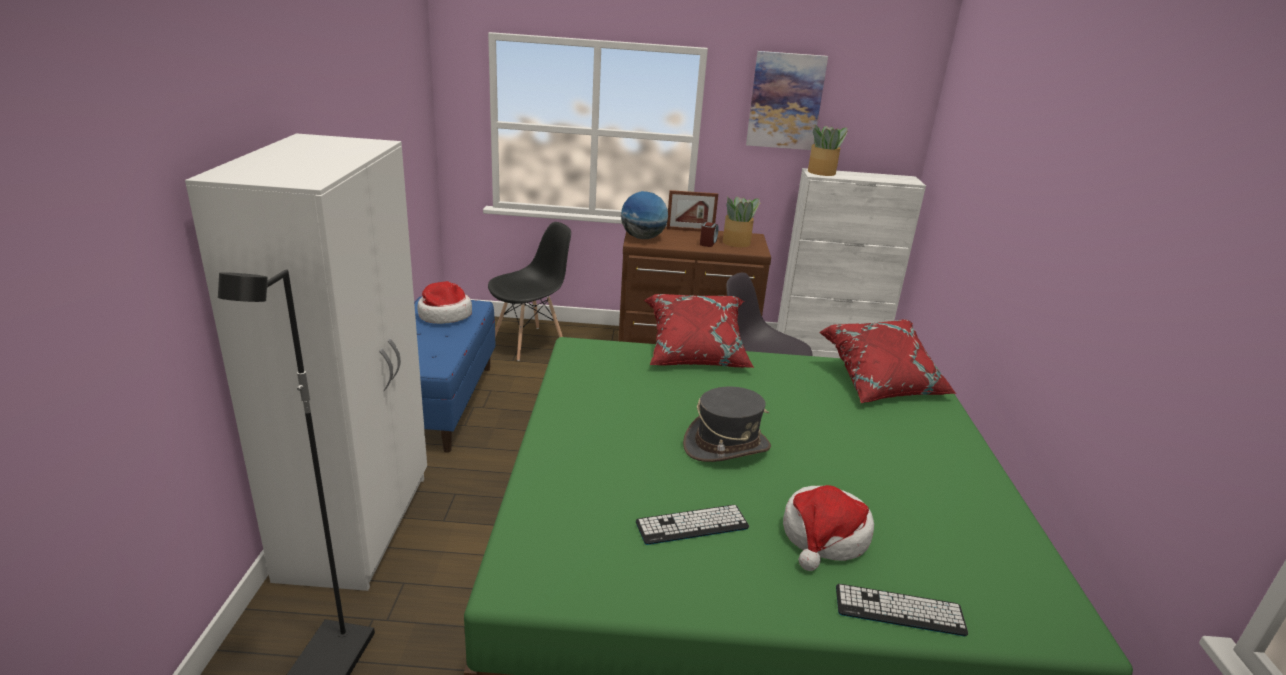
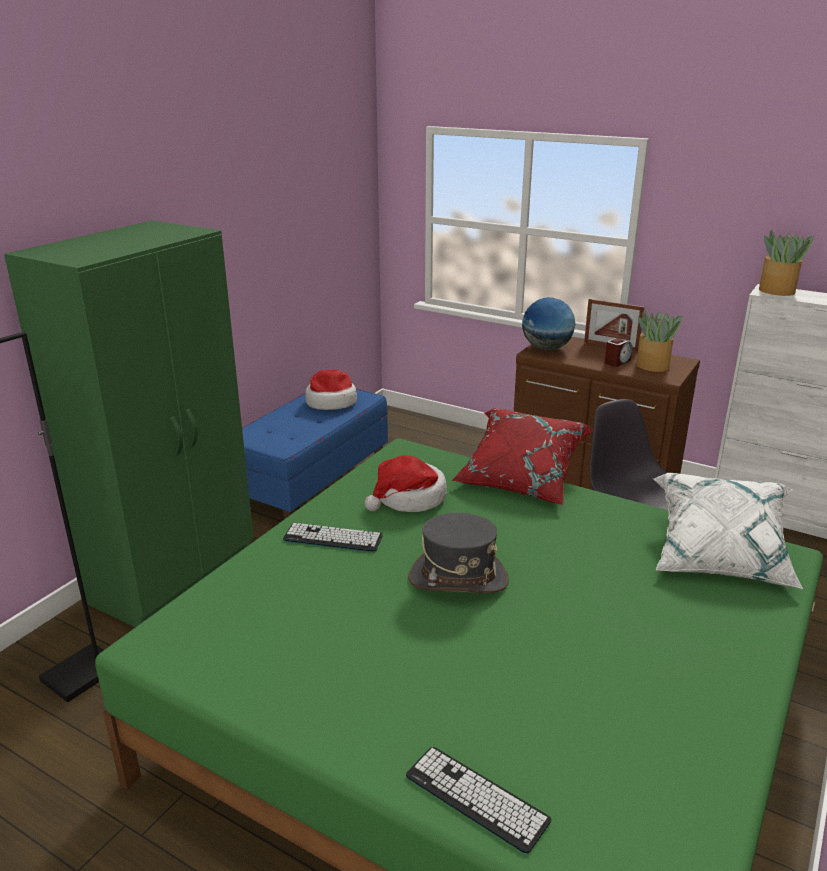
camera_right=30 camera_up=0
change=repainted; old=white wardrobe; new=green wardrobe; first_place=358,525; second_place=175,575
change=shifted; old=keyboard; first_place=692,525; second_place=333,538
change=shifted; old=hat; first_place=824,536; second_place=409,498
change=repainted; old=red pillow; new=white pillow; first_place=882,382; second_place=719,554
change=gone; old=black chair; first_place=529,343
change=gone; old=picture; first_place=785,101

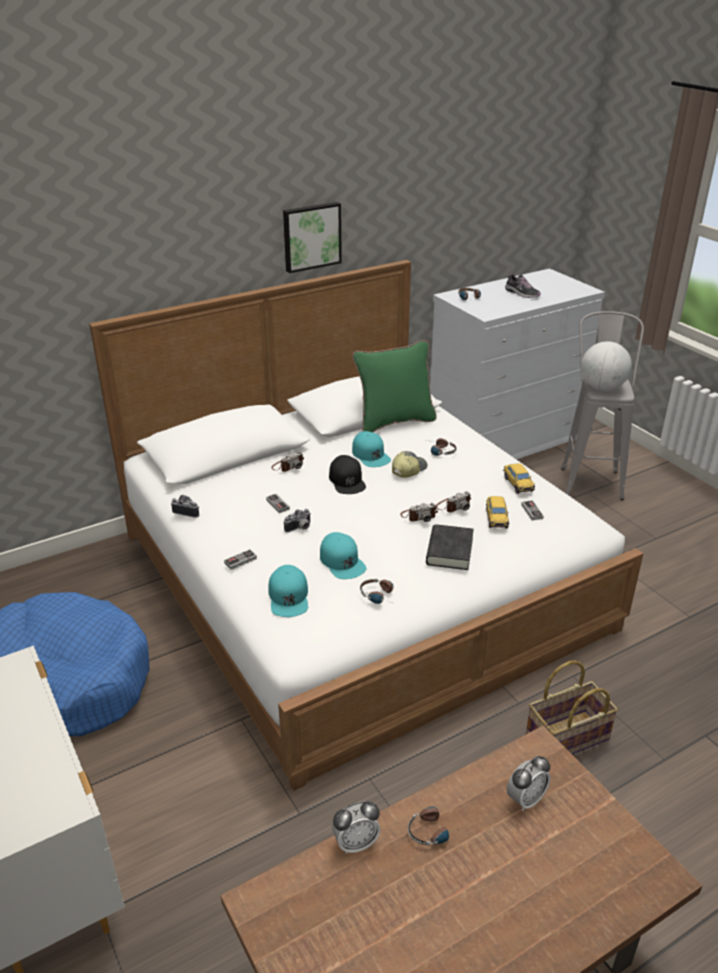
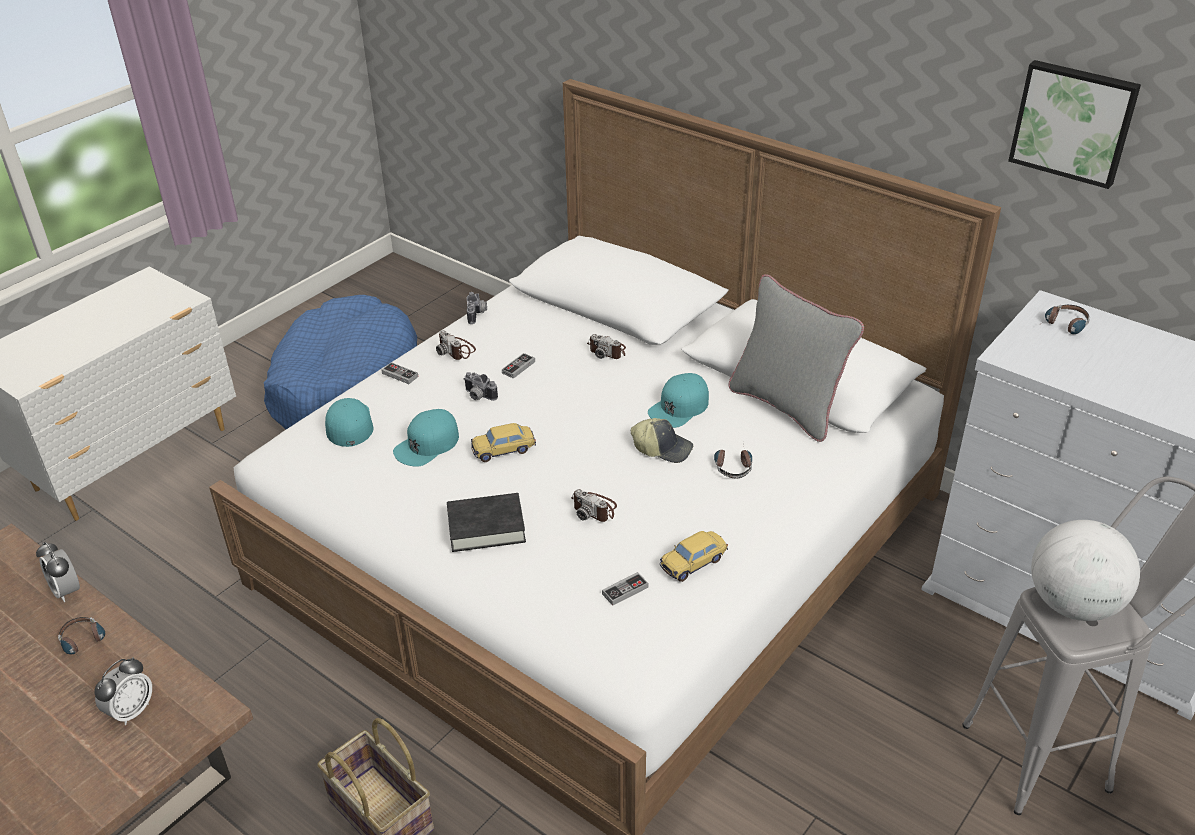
camera_right=70 camera_up=5
change=rotated; old=alarm clock; first_place=525,799; second_place=131,711; degrees=-90
change=rotated; old=turquoise cap; first_place=289,596; second_place=349,424; degrees=105
change=shifted; old=photo camera; first_place=419,516; second_place=457,350
change=shifted; old=toy car; first_place=496,518; second_place=504,450
change=repainted; old=green pillow; new=grey pillow; first_place=394,421; second_place=787,406
change=shifted; old=picture; first_place=311,236; second_place=1074,122
change=gone; old=black cap; first_place=347,480
change=gone; old=headphones; first_place=381,596
change=gone; old=shoe; first_place=522,293

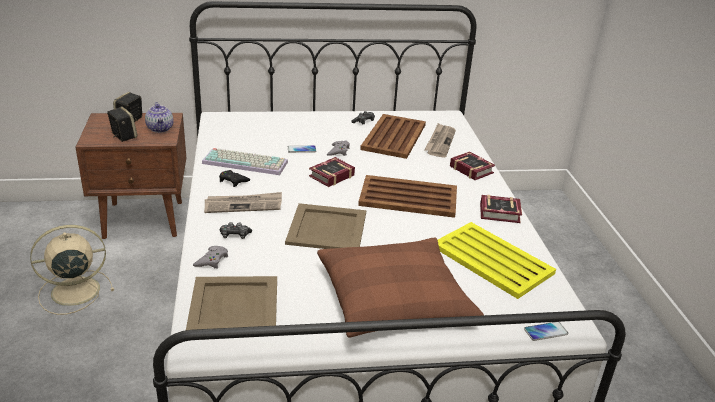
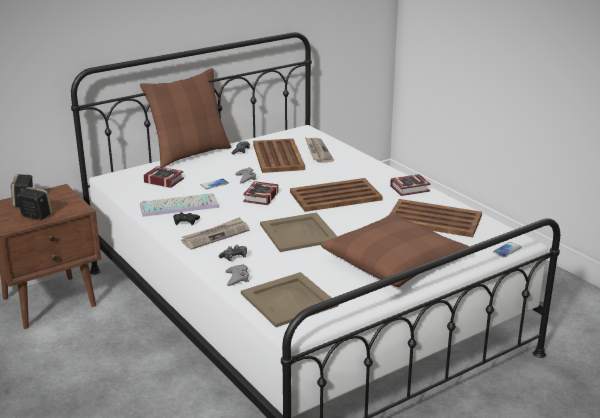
camera_right=-25 camera_up=-5
change=new; new=brown pillow; second_place=190,154
change=shifted; old=book; first_place=471,168; second_place=163,180
change=repainted; old=yellow tray; new=brown tray; first_place=493,260; second_place=435,219
change=gone; old=beige fan; first_place=73,291
change=gone; old=teapot; first_place=160,129

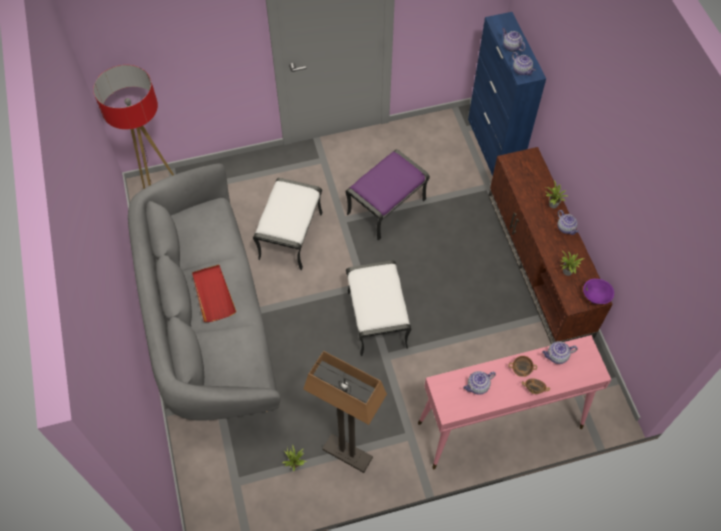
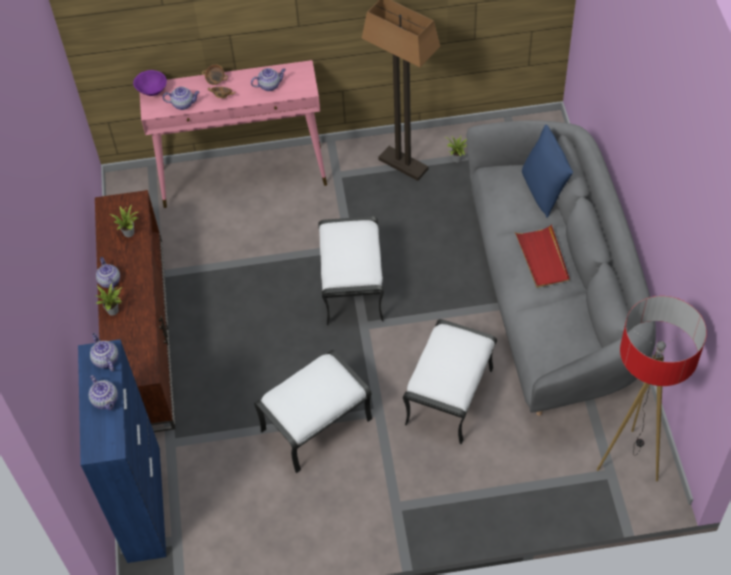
camera_right=-170 camera_up=-5
change=shifted; old=purple bowl; first_place=596,297; second_place=152,91
change=repainted; old=purple ottoman; new=white ottoman; first_place=386,206; second_place=316,426
change=new; new=blue pillow; second_place=543,191

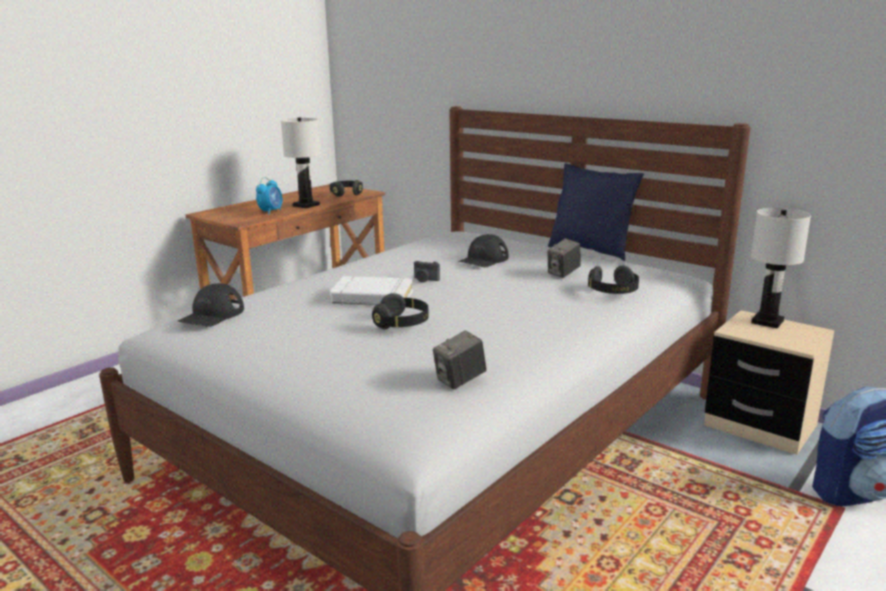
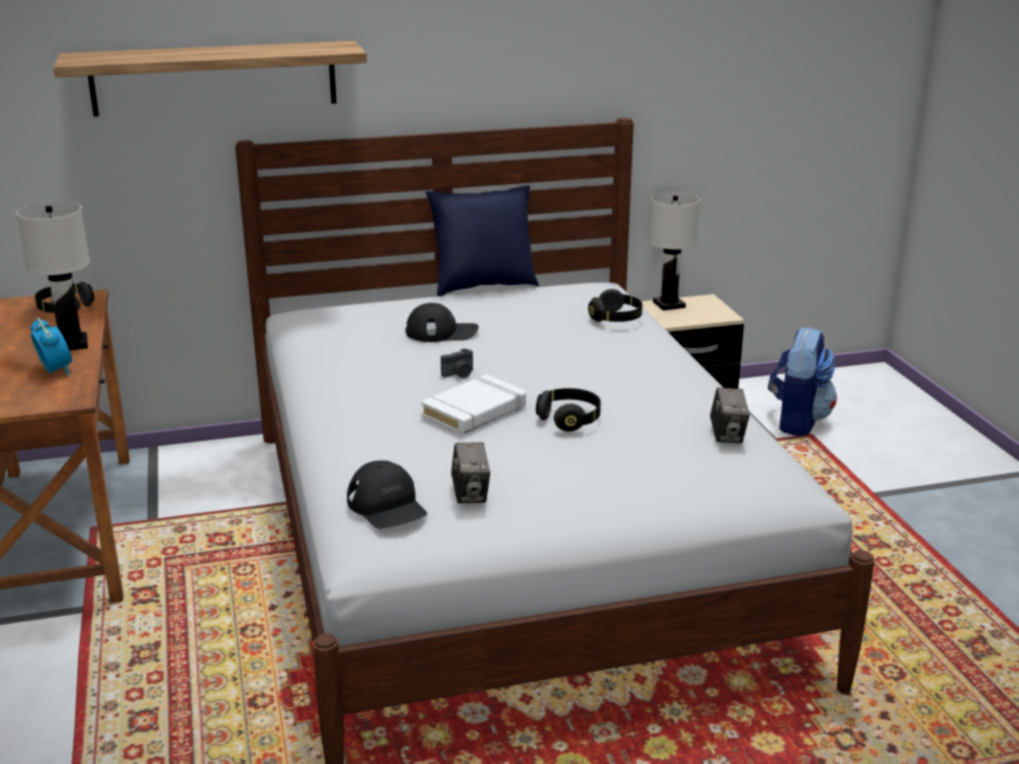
camera_right=-55 camera_up=5
change=new; new=shelf; second_place=214,78
change=rotated; old=black cap; first_place=483,259; second_place=442,332; degrees=-75
change=shifted; old=photo camera; first_place=563,273; second_place=470,494

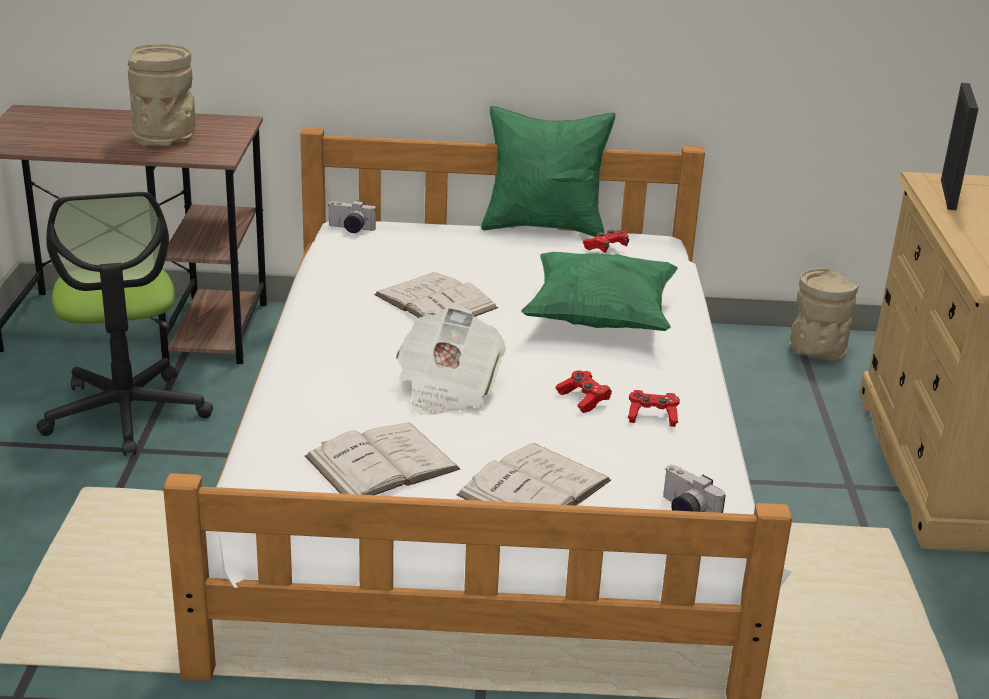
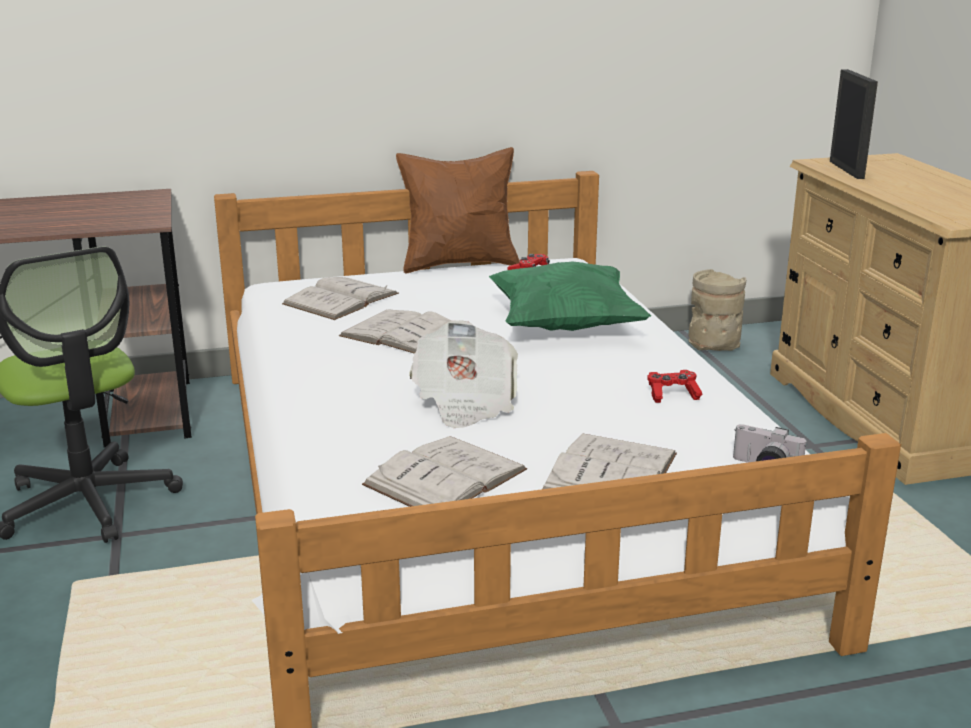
camera_right=-15 camera_up=-5
change=new; new=white book; second_place=341,299
change=repainted; old=green pillow; new=brown pillow; first_place=544,227; second_place=459,264
change=gone; old=beige vase; first_place=166,138
change=gone; old=photo camera; first_place=350,229
change=gone; old=red game controller; first_place=583,399

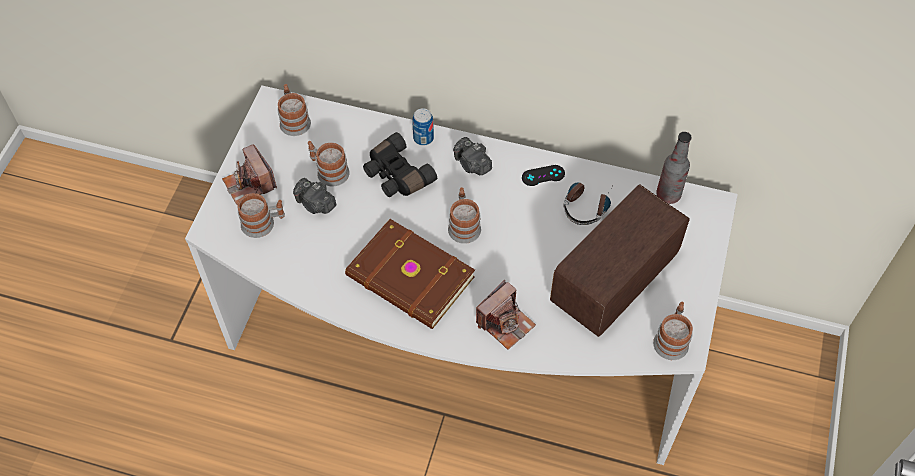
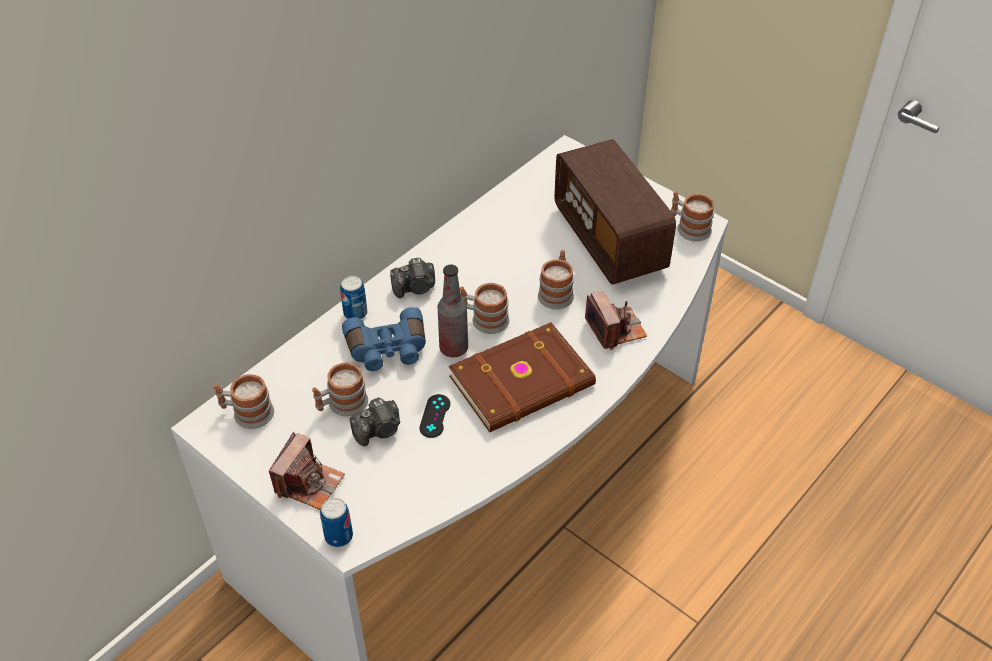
camera_right=-65 camera_up=-10
change=rotated; old=photo camera; first_place=249,184; second_place=309,483; degrees=-60
change=new; new=can; second_place=339,536
change=repainted; old=black binoculars; new=blue binoculars; first_place=396,175; second_place=387,350
change=shifted; old=black game controller; first_place=543,175; second_place=435,416
change=shifted; old=bottle; first_place=668,195; second_place=453,348
change=shifted; old=mug; first_place=263,223; second_place=557,292
change=gone; old=headphones; first_place=587,204

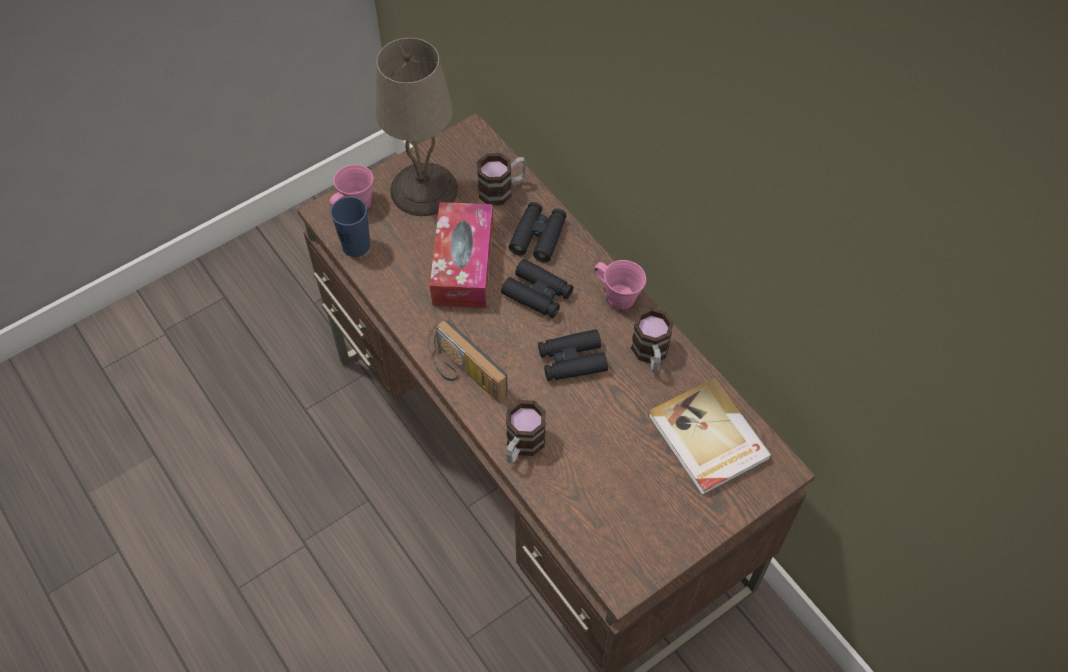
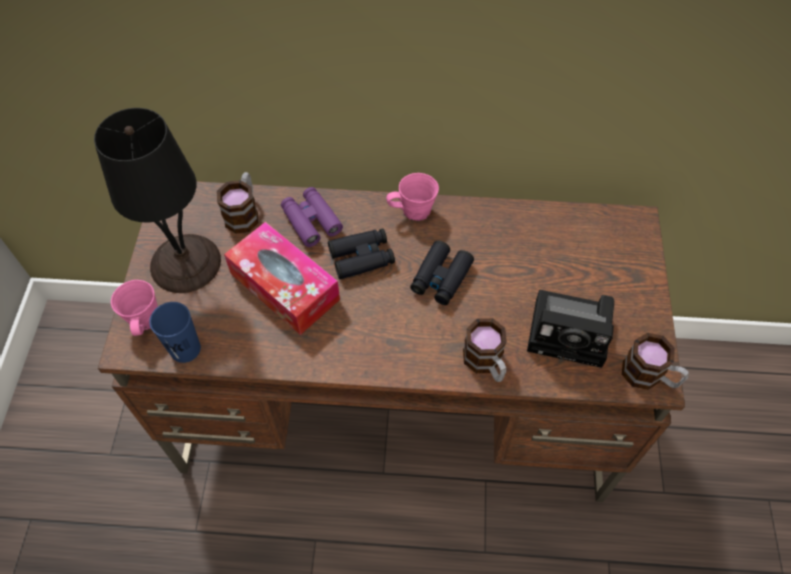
camera_right=-50 camera_up=0
change=repainted; old=beige table lamp; new=black table lamp; first_place=425,189; second_place=186,262
change=repainted; old=black binoculars; new=purple binoculars; first_place=538,236; second_place=311,221
change=new; new=photo camera; second_place=572,333
change=shifted; old=mug; first_place=651,354; second_place=649,376
change=gone; old=radio; first_place=463,374
change=gone; old=book; first_place=707,439

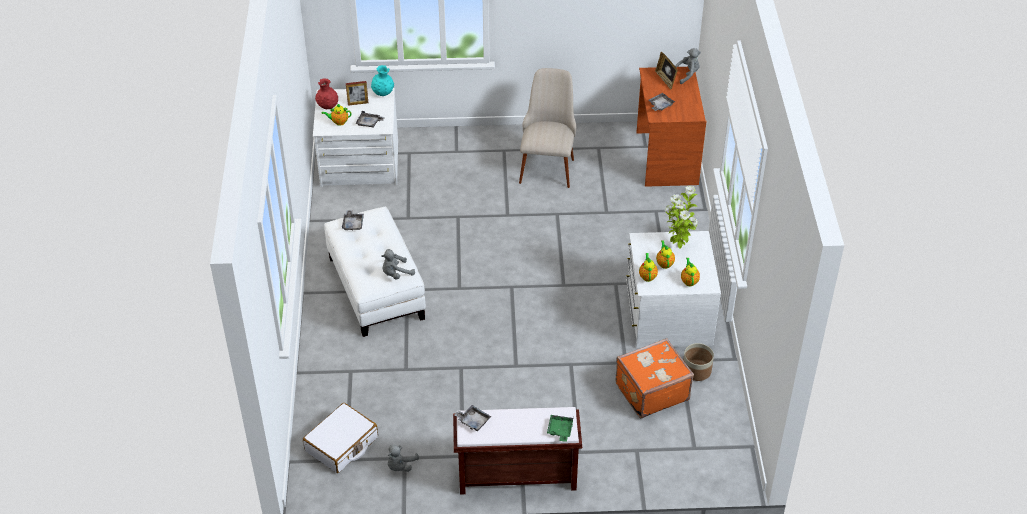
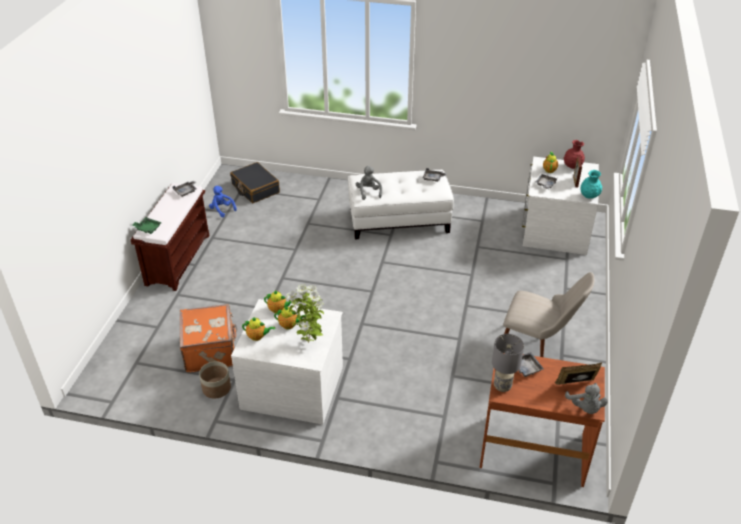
camera_right=105 camera_up=-5
change=repainted; old=grey plush toy; new=blue plush toy; first_place=400,465; second_place=222,210
change=repainted; old=white suitcase; new=black suitcase; first_place=342,444; second_place=255,188
change=new; new=grey table lamp; second_place=502,386

